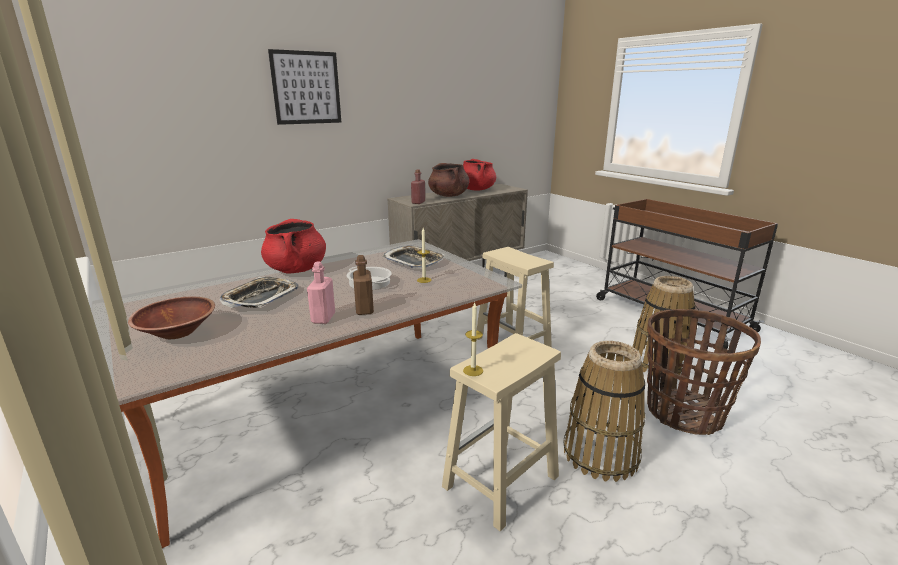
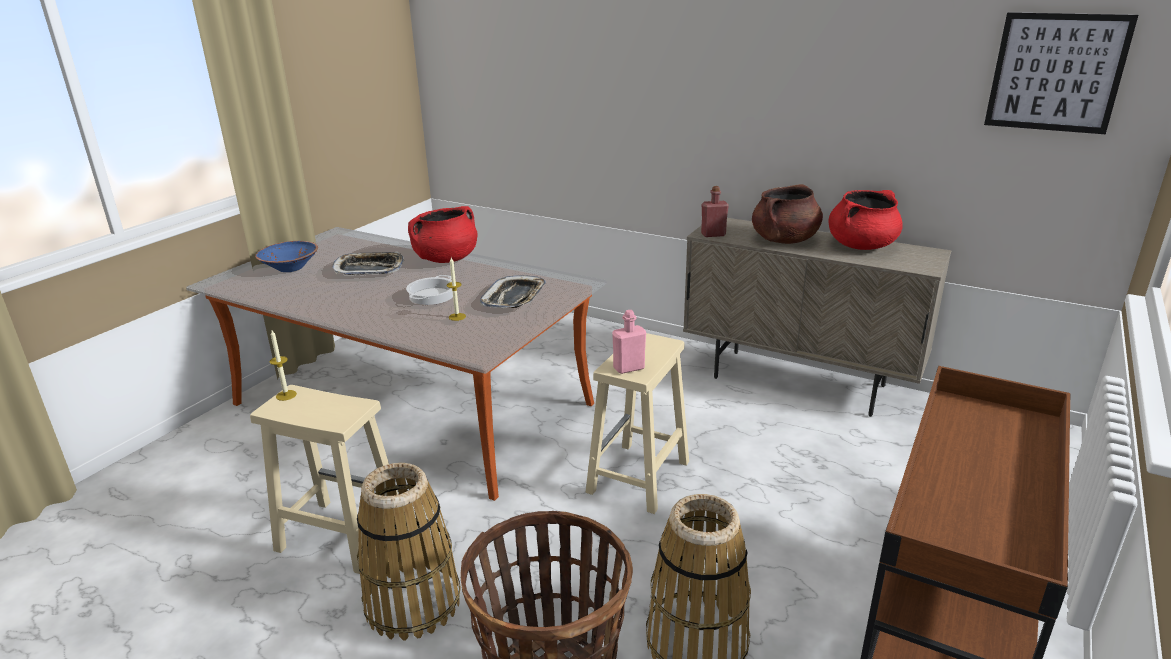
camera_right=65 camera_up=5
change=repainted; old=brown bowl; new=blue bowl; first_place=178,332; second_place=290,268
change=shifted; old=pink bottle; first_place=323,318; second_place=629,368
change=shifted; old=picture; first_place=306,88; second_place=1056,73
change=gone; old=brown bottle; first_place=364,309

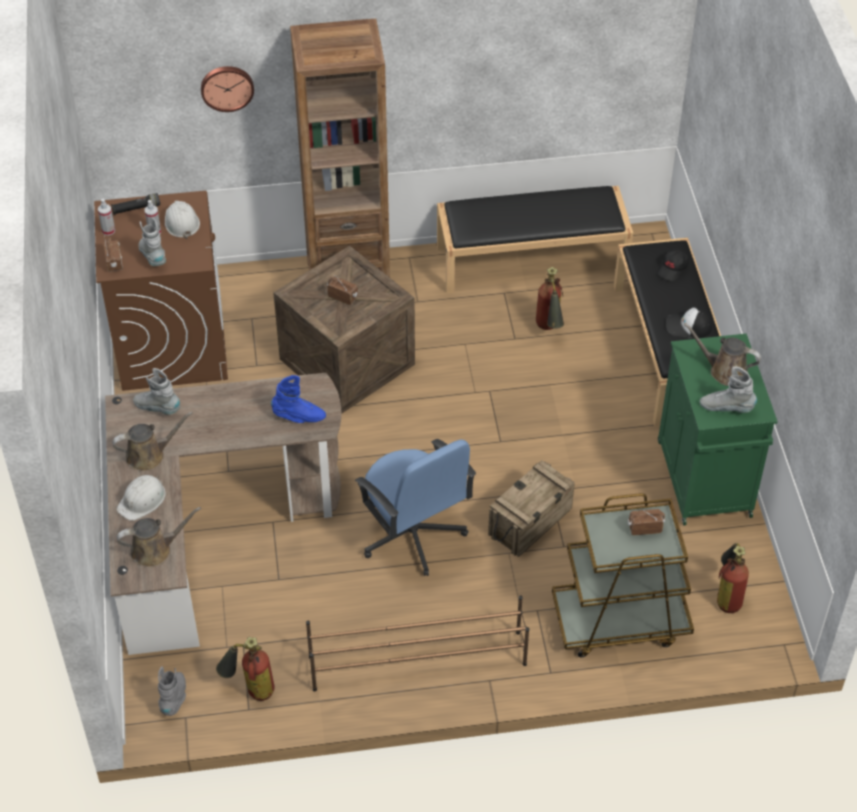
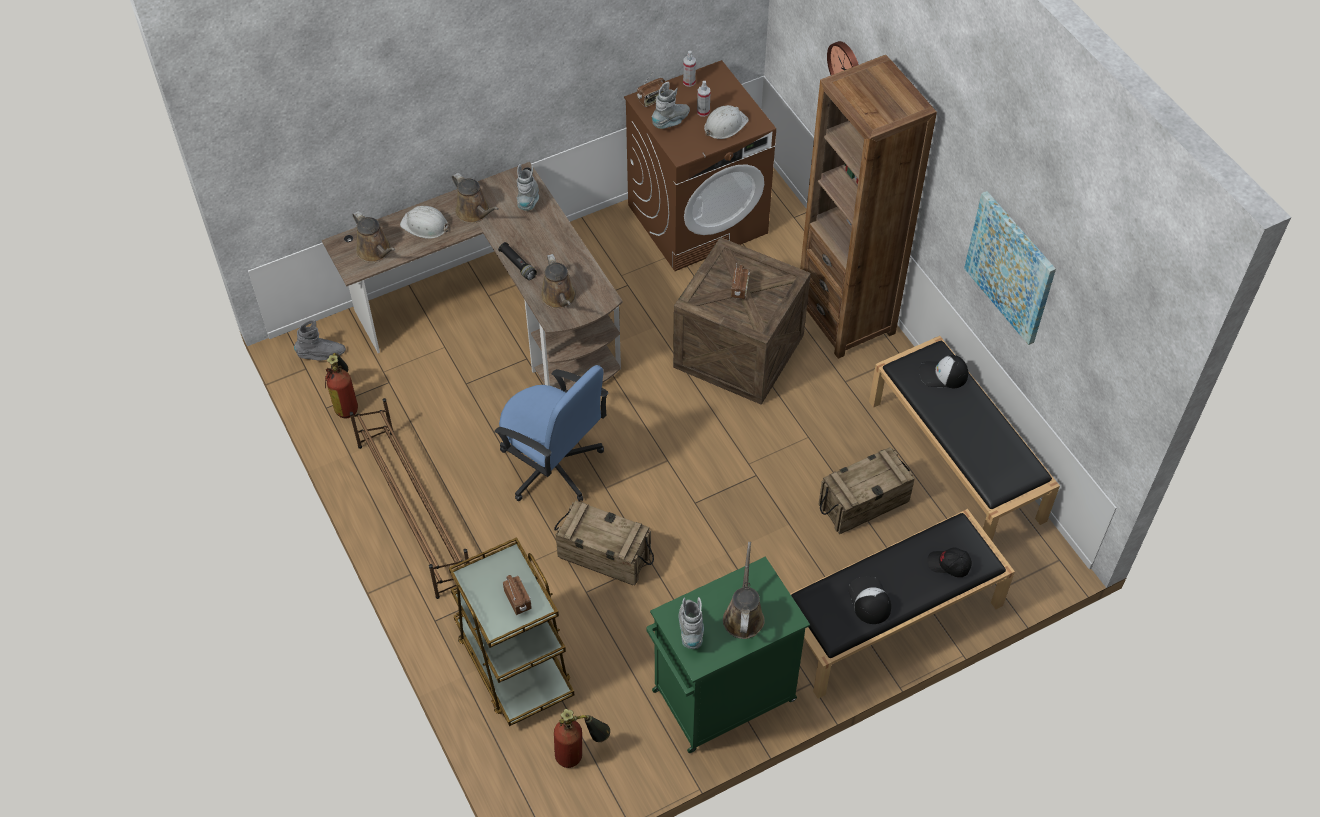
camera_right=70 camera_up=5
change=rotated; old=blue office chair; first_place=412,535; second_place=552,466; degrees=-90
change=shifted; old=black flashlight; first_place=136,209; second_place=517,265
change=swapped; old=blue boot; new=brown watering can; first_place=299,417; second_place=559,298
change=swapped; old=fire extinguisher; new=crate; first_place=549,330; second_place=863,503
change=new; new=cap; second_place=943,375
change=new; new=picture; second_place=1011,267

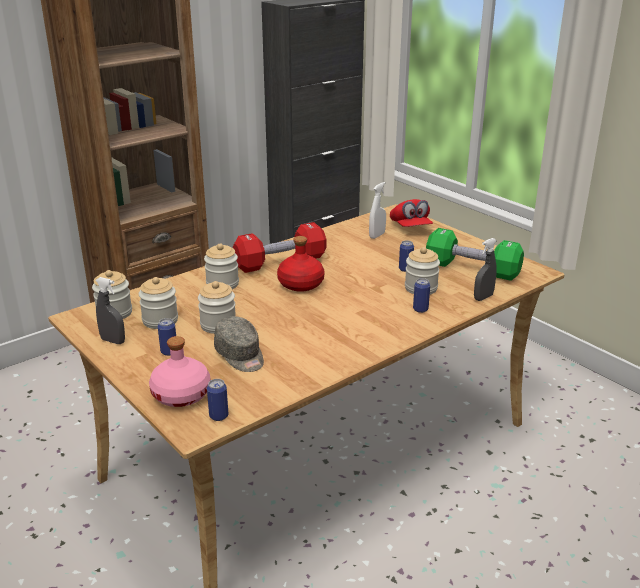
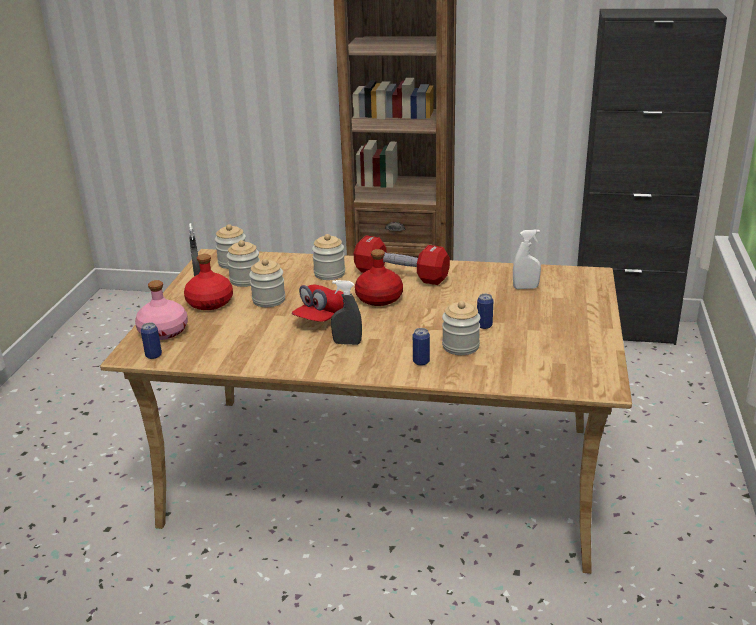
camera_right=50 camera_up=0
change=swapped; old=can; new=red bottle; first_place=169,352; second_place=210,302
change=shifted; old=red cap; first_place=410,227; second_place=322,318
change=shifted; old=grey spray bottle; first_place=483,297; second_place=347,343
change=gone; old=grey cap; first_place=240,355
change=gone; old=green dumbbell; first_place=472,269

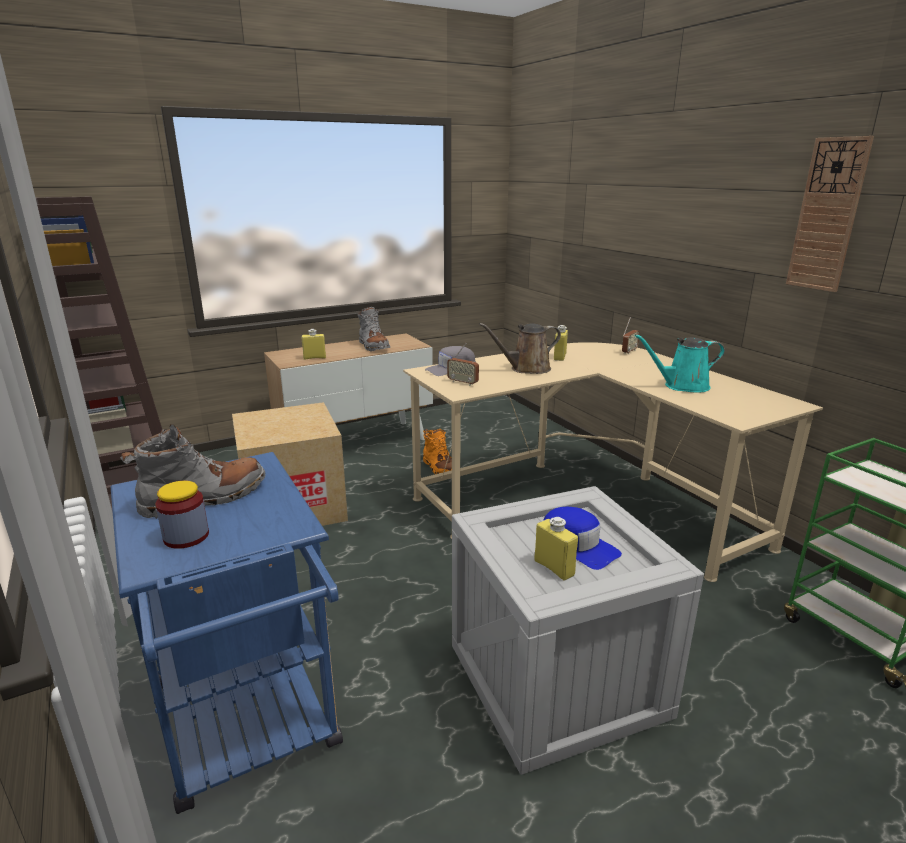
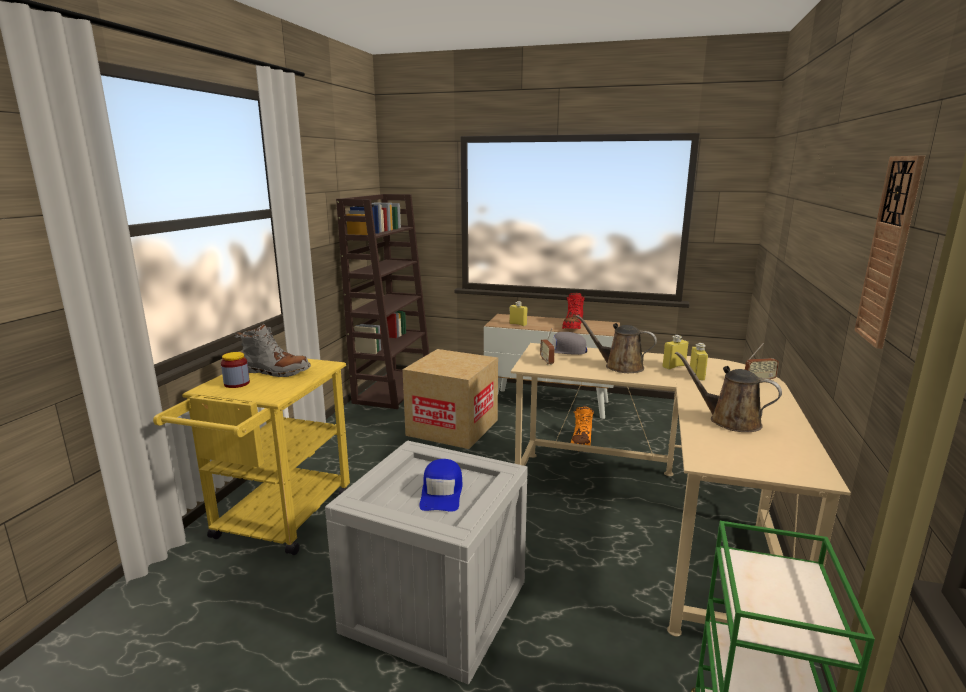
camera_right=45 camera_up=-5
change=repainted; old=blue cart; new=yellow cart; first_place=250,727; second_place=277,523
change=repainted; old=grey boot; new=red boot; first_place=373,346; second_place=573,326
change=repainted; old=turquoise watering can; new=brown watering can; first_place=682,386; second_place=729,421
change=shifted; old=yellow bottle; first_place=554,568; second_place=696,375

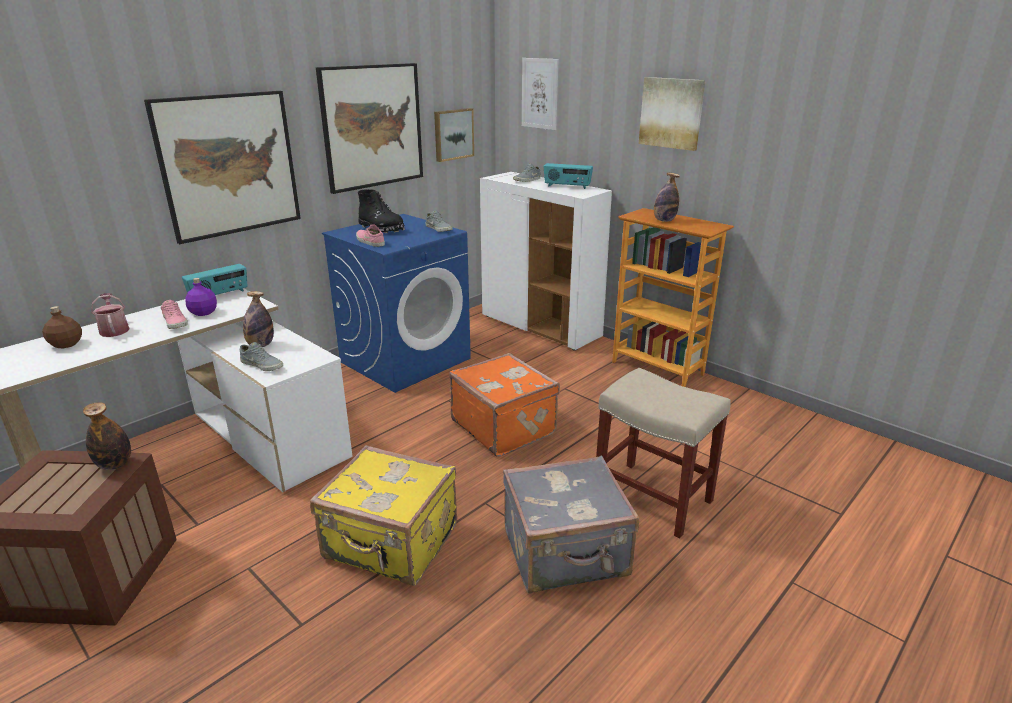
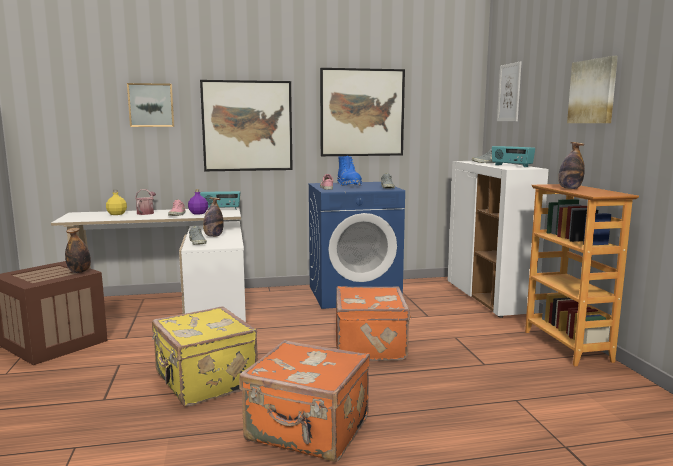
camera_right=35 camera_up=-15
change=repainted; old=brown bottle; new=yellow bottle; first_place=66,344; second_place=116,214
change=shifted; old=picture; first_place=453,134; second_place=151,105
change=repainted; old=grey suitcase; new=orange suitcase; first_place=566,554; second_place=308,431
change=repainted; old=black boot; new=blue boot; first_place=381,229; second_place=348,184
change=gone; old=beige stool; first_place=651,497

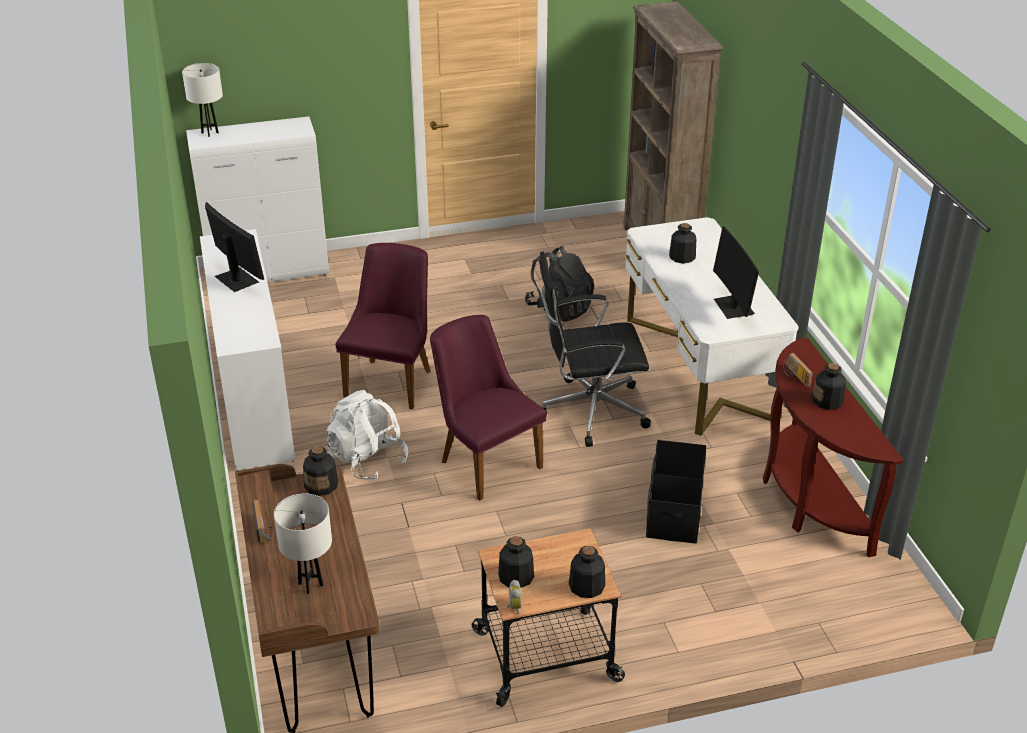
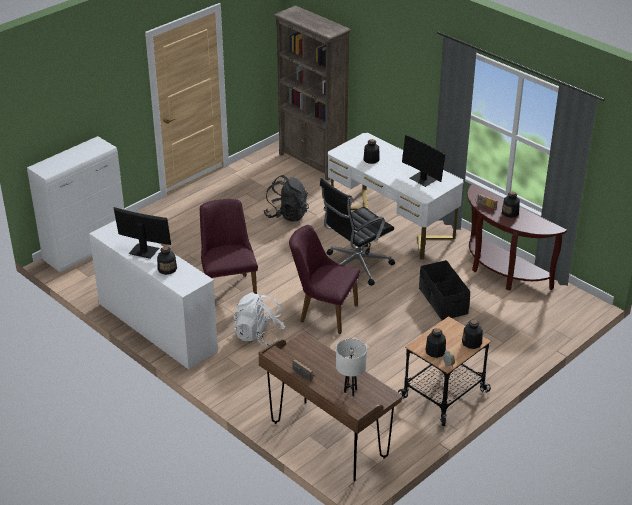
camera_right=-30 camera_up=0
change=shifted; old=bottle; first_place=321,485; second_place=167,269
change=gone; old=white table lamp; first_place=210,133

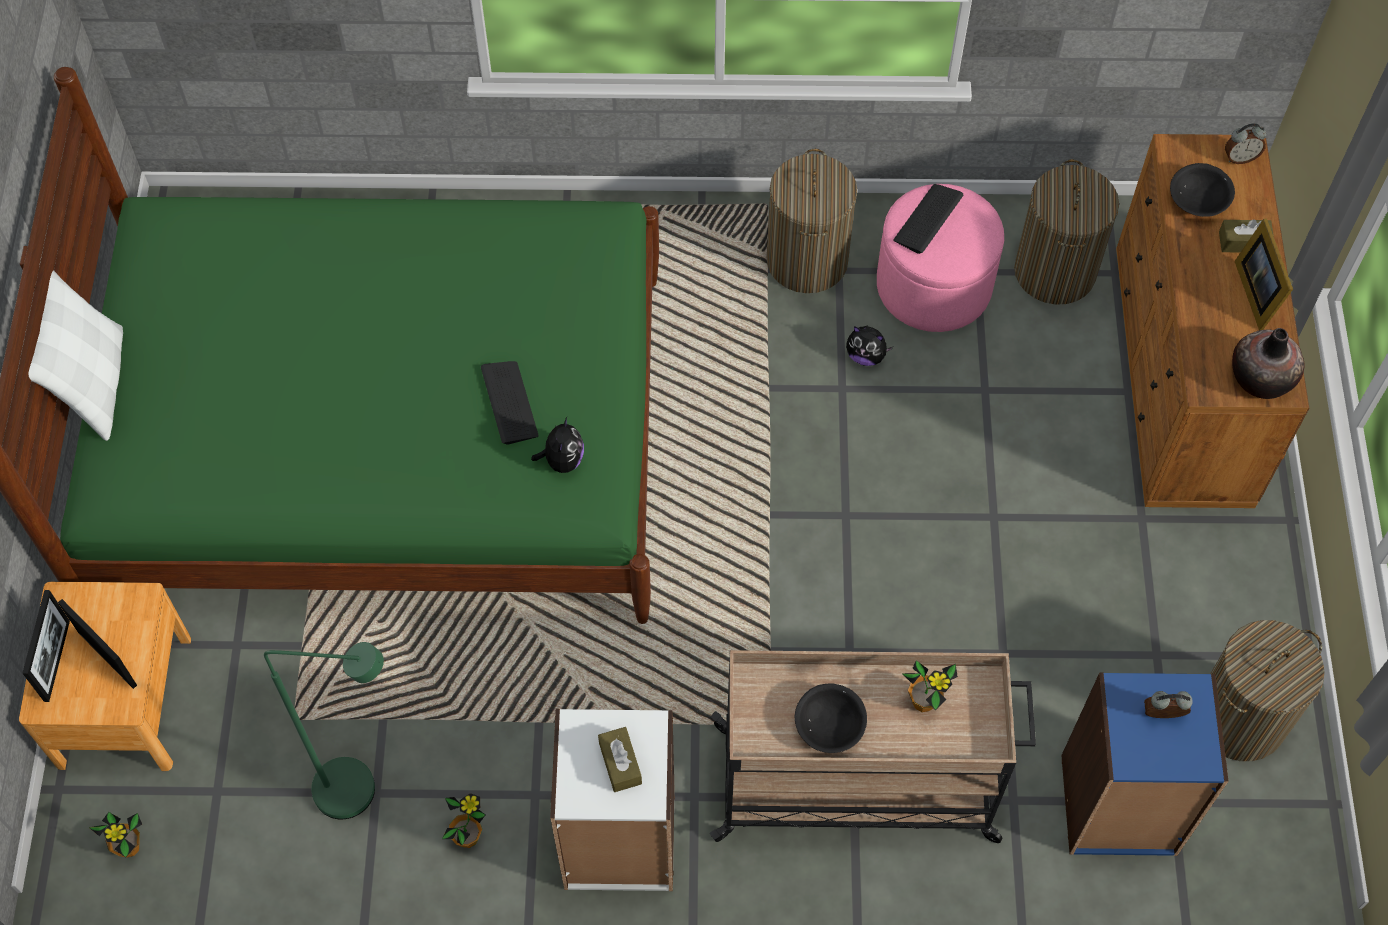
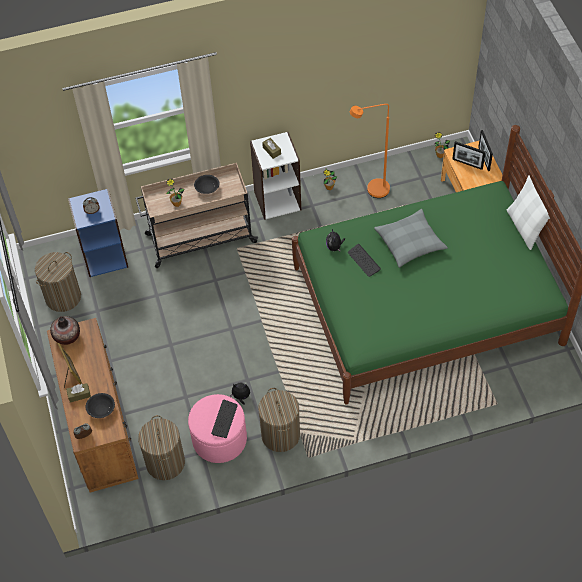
camera_right=165 camera_up=-5
change=repainted; old=green floor lamp; new=orange floor lamp; first_place=362,791; second_place=372,190
change=new; new=grey pillow; second_place=410,242

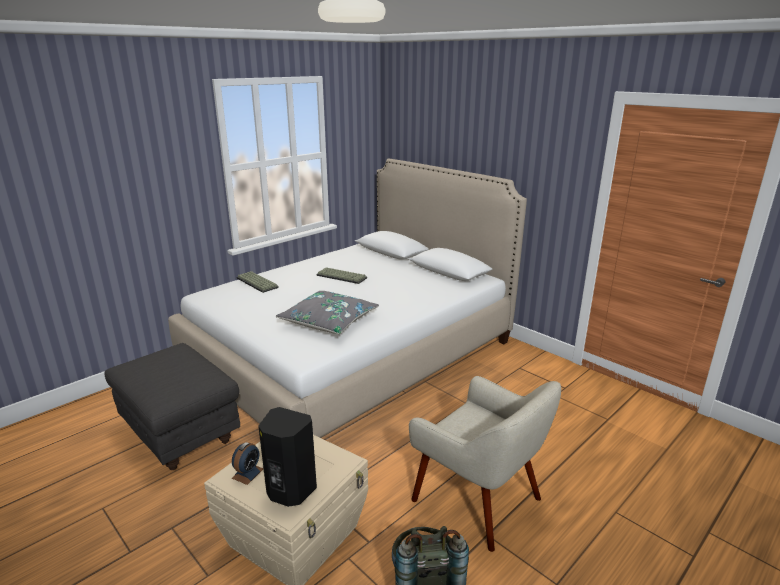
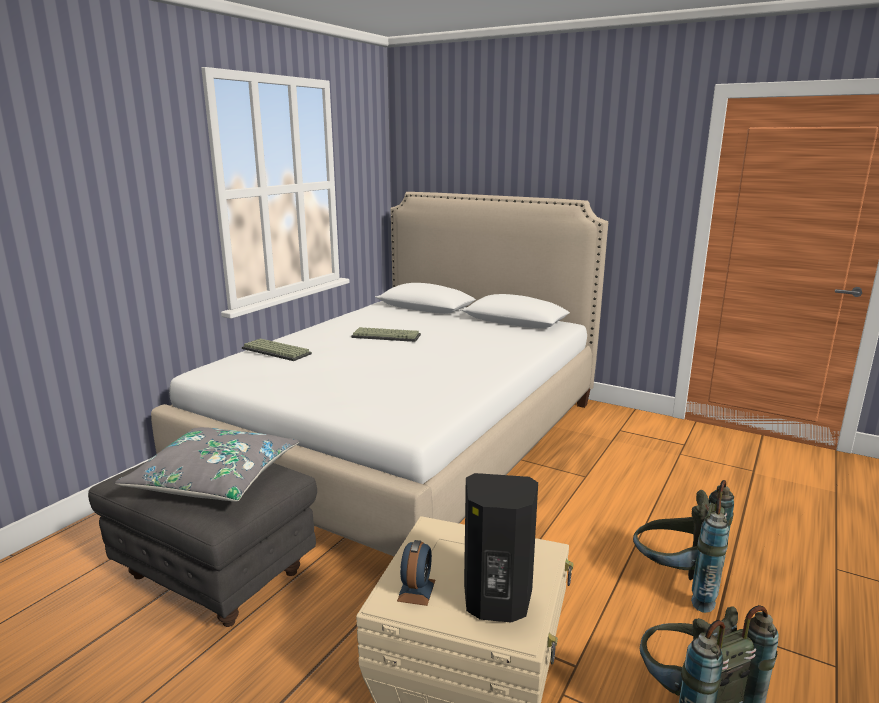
camera_right=-15 camera_up=-5
change=shifted; old=grey pillow; first_place=329,321; second_place=215,478
change=swapped; old=beige armchair; new=grey backpack; first_place=478,499; second_place=676,584

